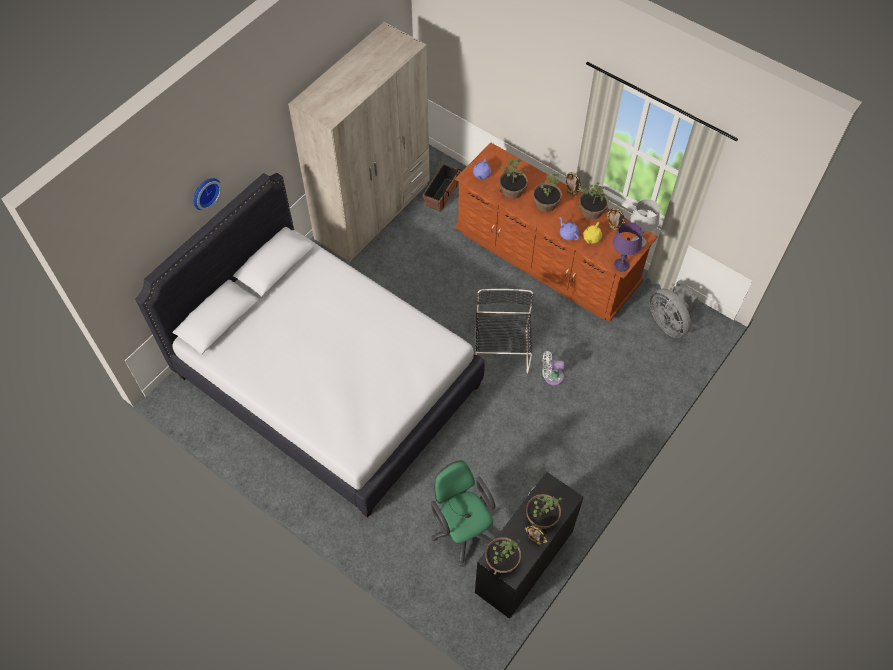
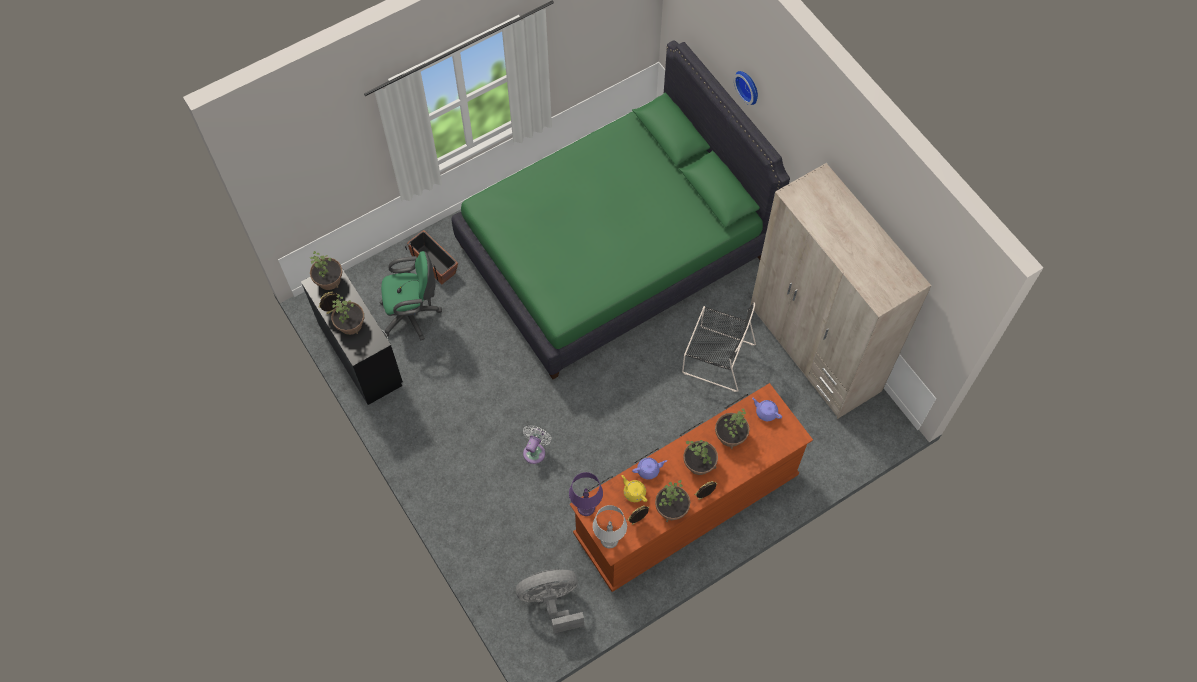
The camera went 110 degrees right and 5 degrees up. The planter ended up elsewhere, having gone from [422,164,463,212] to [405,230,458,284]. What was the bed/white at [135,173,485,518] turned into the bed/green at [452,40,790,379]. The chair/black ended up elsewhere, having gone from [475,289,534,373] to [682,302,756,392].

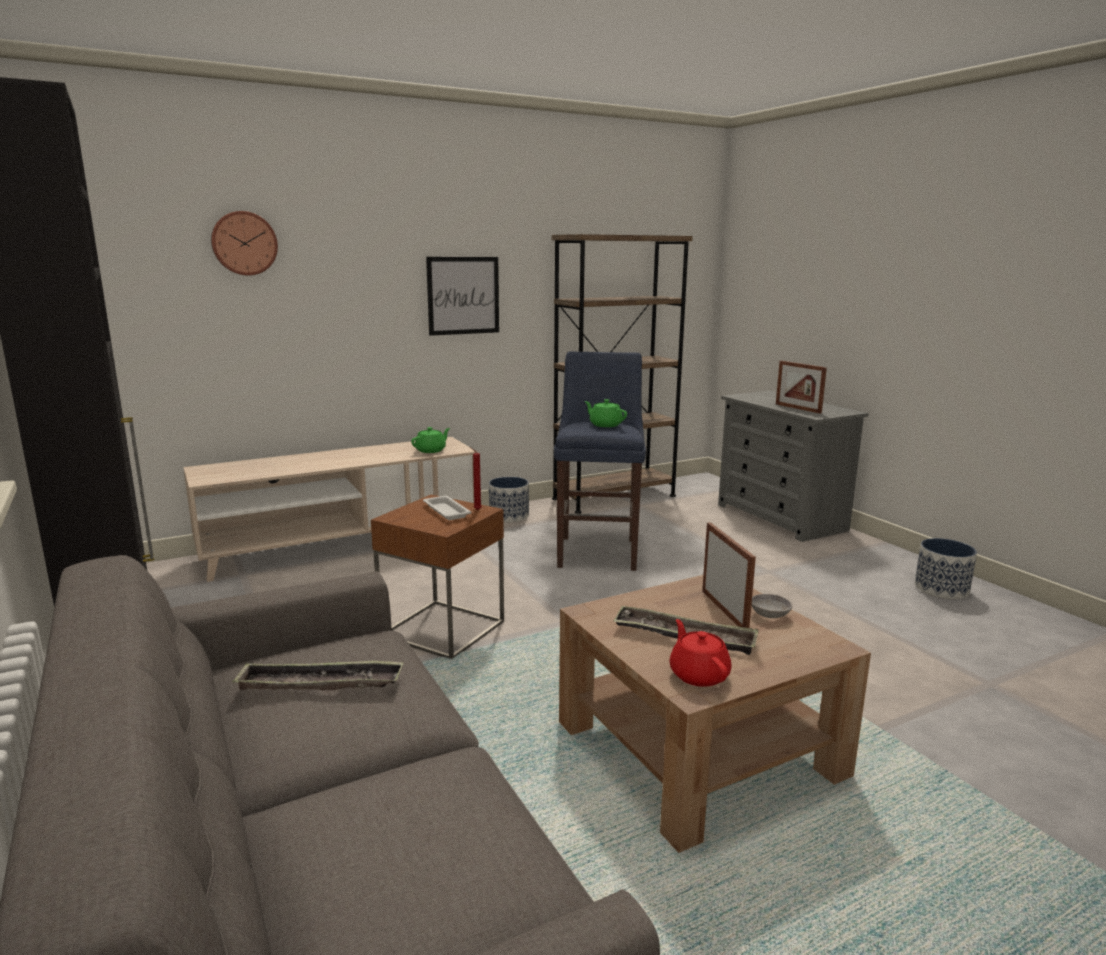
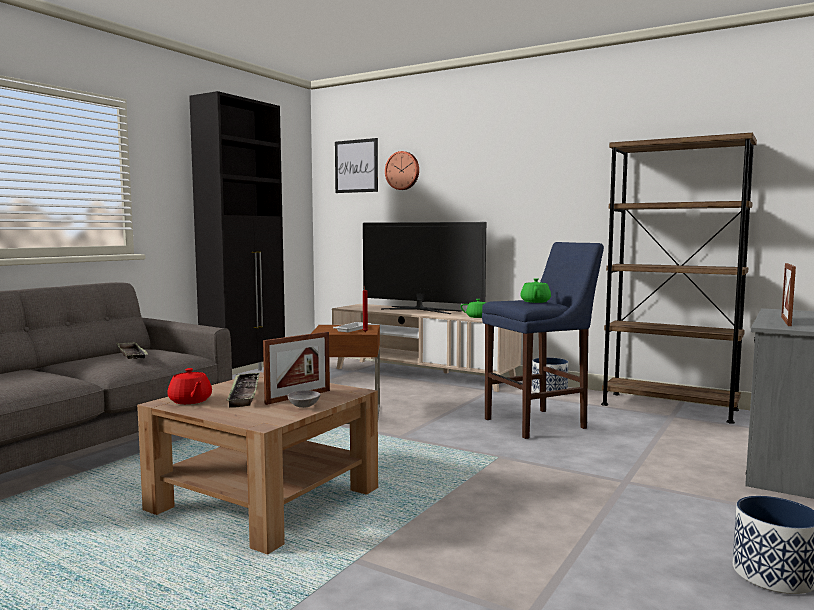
The camera went 60 degrees right and 10 degrees down. The teapot/red at [669,619,732,687] ended up facing another way, 105 degrees clockwise from before. The picture ended up elsewhere, having gone from [426,257,499,336] to [335,138,378,193]. The second view gained the television at [363,222,486,314].

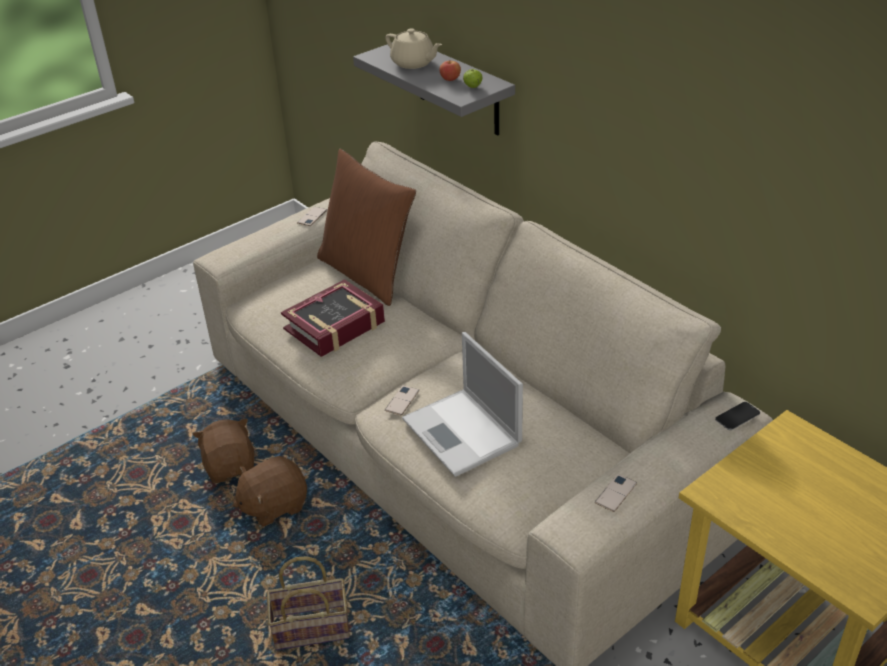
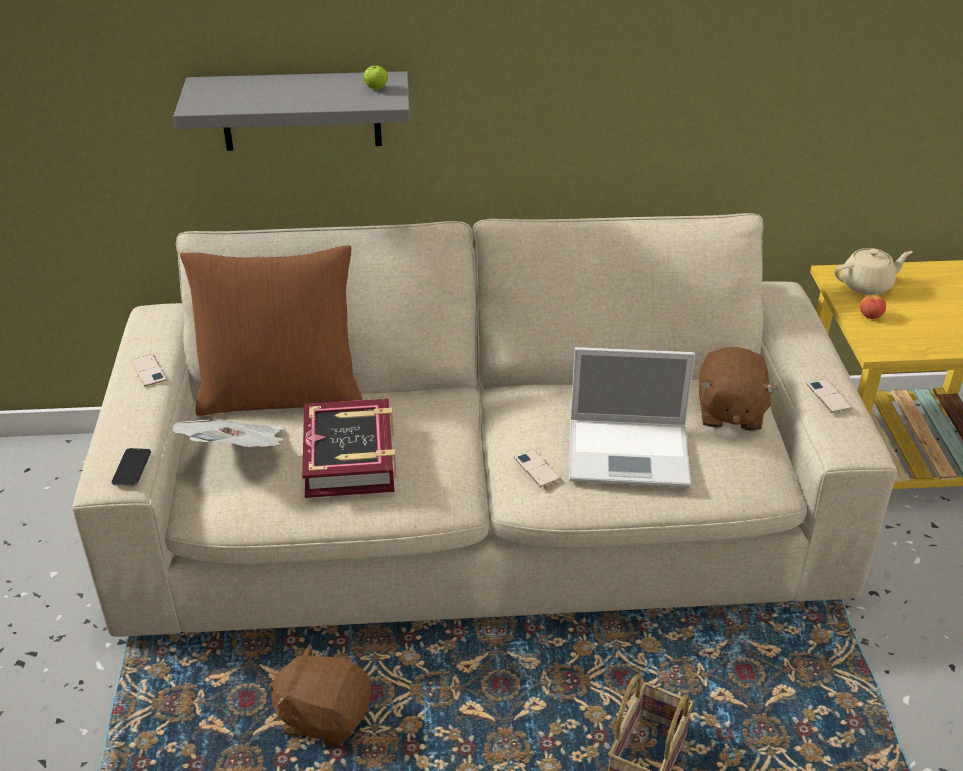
The camera went 55 degrees left and 0 degrees up. The phone ended up elsewhere, having gone from [715,402,760,430] to [112,448,151,486]. The second view gained the newspaper at [172,419,284,447]. The plush toy/brown ended up elsewhere, having gone from [233,456,307,527] to [699,347,778,431]. The teapot/beige ended up elsewhere, having gone from [385,28,442,69] to [835,248,913,295]. The apple ended up elsewhere, having gone from [439,61,461,81] to [860,295,886,319].

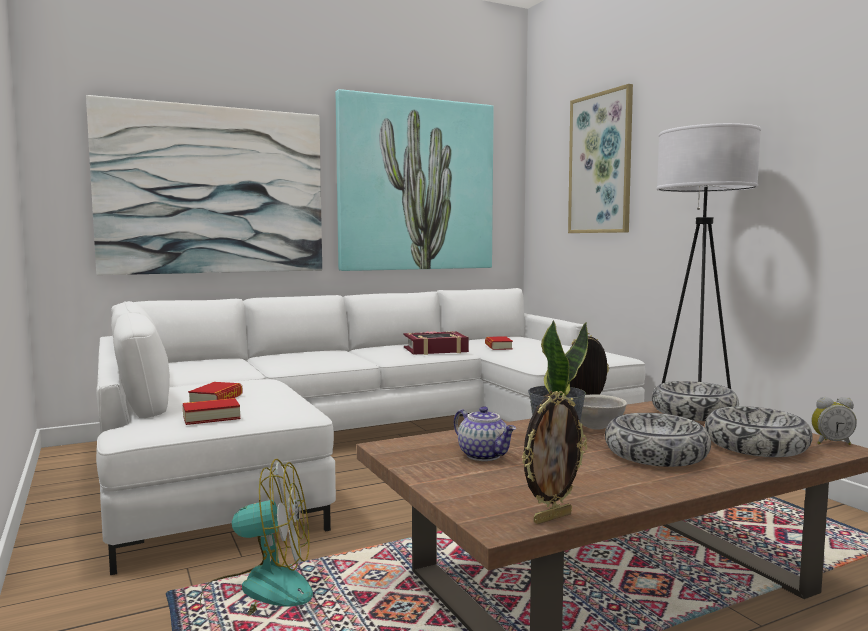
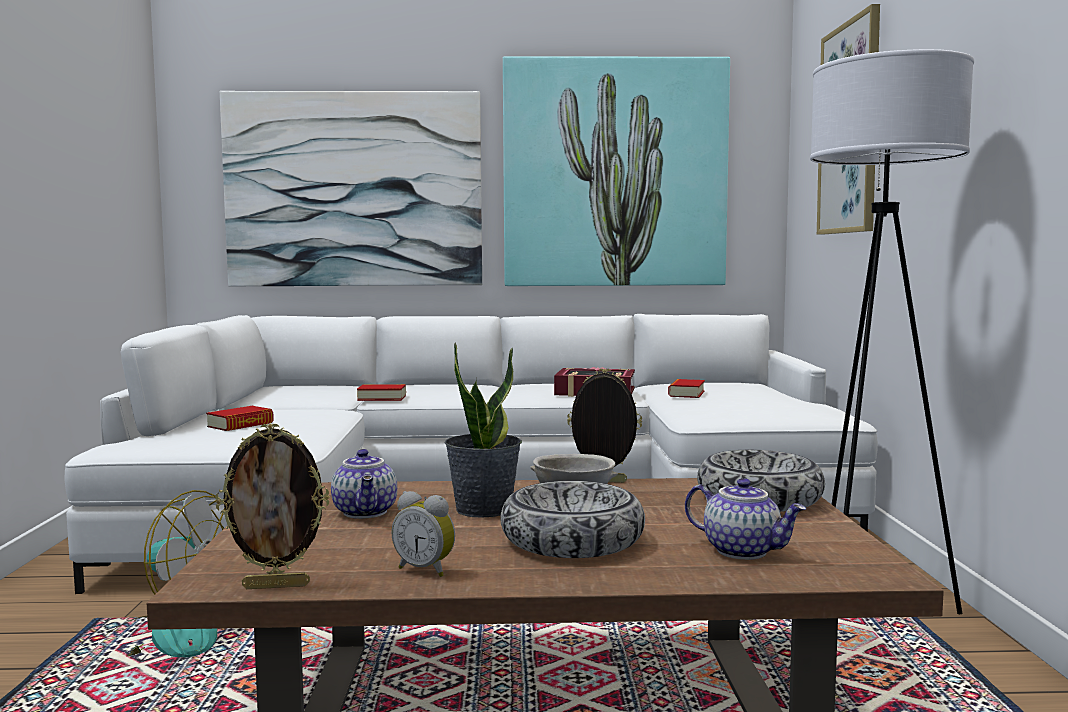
The camera went 25 degrees right and 0 degrees up. The book ended up elsewhere, having gone from [183,398,241,425] to [357,384,406,401]. The alarm clock ended up elsewhere, having gone from [811,397,857,445] to [392,491,455,577]. Where the bowl stood at [705,406,813,457], the teapot came to stand at [685,478,806,560].

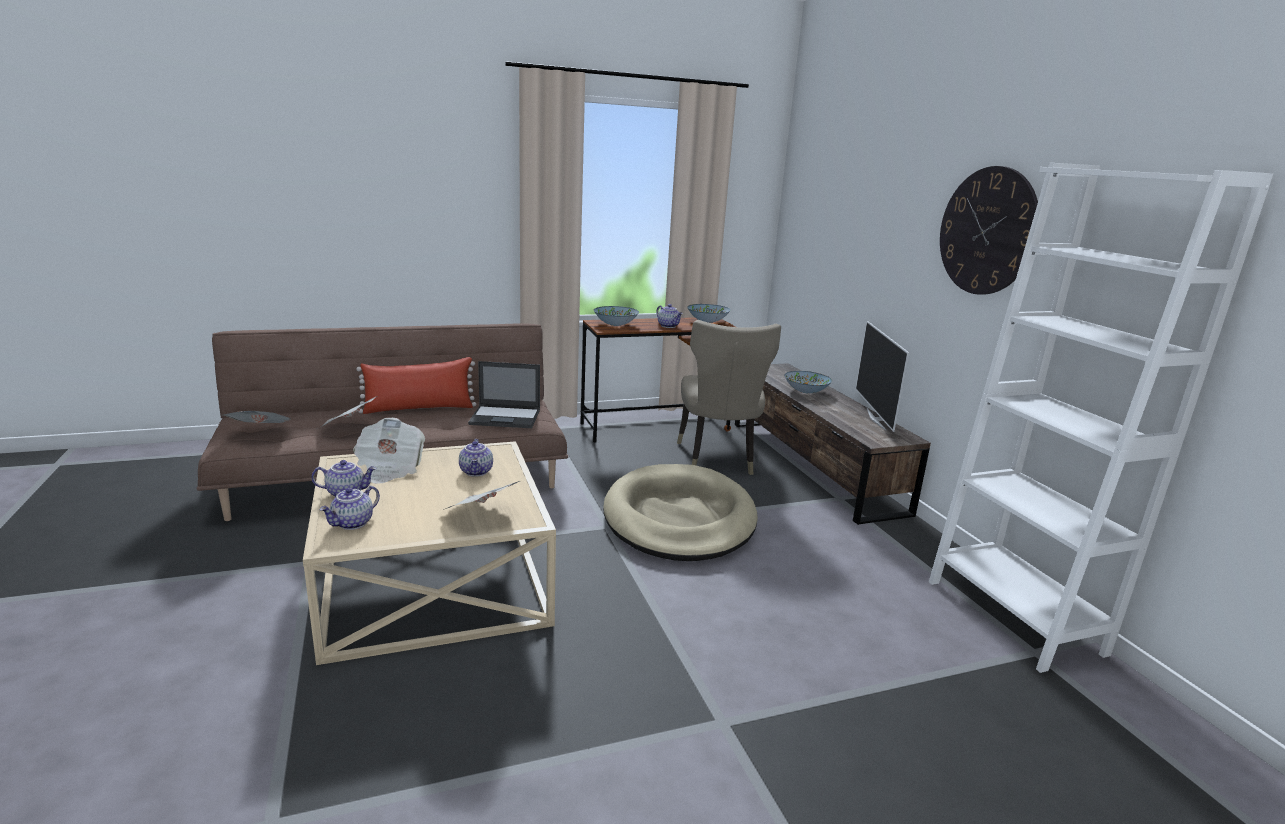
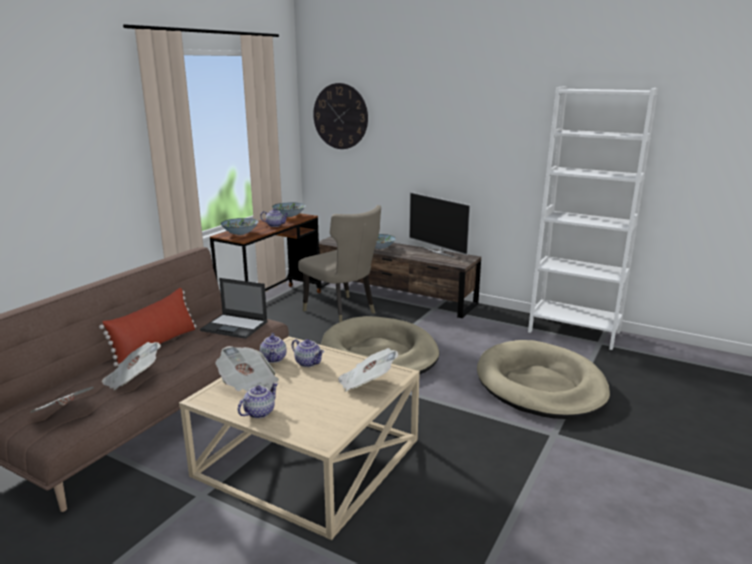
The camera went 40 degrees left and 0 degrees up. The laptop at [468,361,540,428] ended up facing another way, 60 degrees clockwise from before. The teapot ended up elsewhere, having gone from [319,486,380,530] to [260,333,287,363]. The wall clock ended up elsewhere, having gone from [940,166,1038,295] to [313,83,368,149]. The second view gained the dog bed/beige at [477,340,610,419].

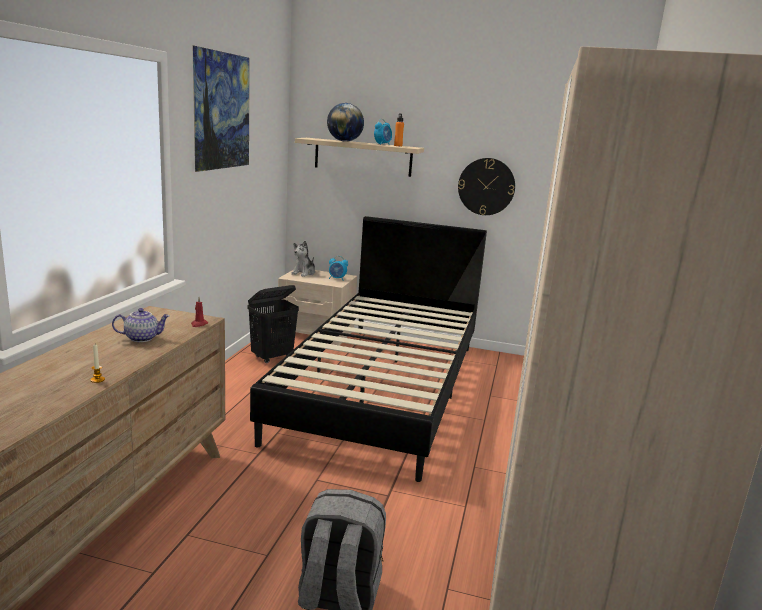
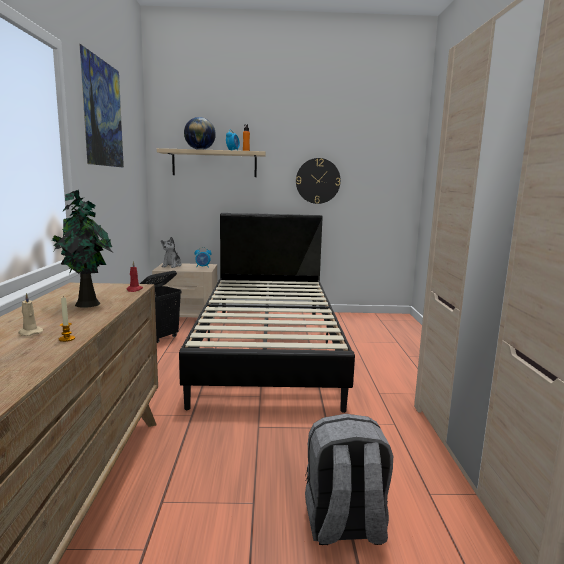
The camera went 15 degrees left and 5 degrees down. The second view gained the candle/beige at [18,293,43,336]. Where the teapot stood at [112,308,170,342], the potted plant came to stand at [52,190,112,308].

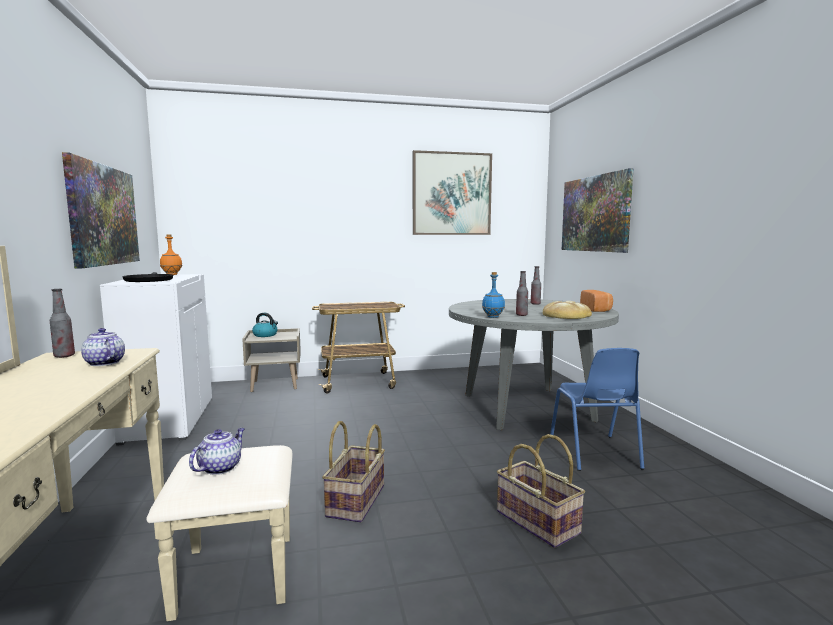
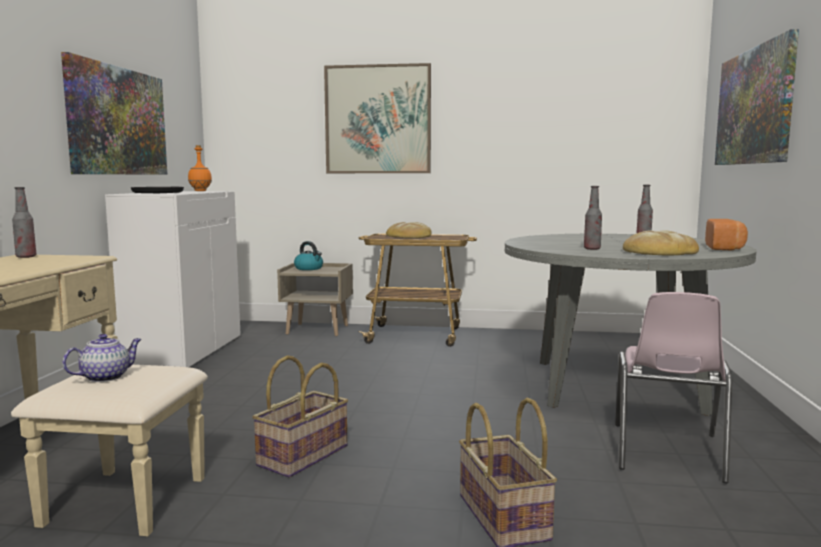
The camera went 20 degrees right and 0 degrees up. The picture ended up elsewhere, having gone from [413,150,492,235] to [324,63,431,173]. The second view gained the bread at [386,222,432,238]. What was the chair/blue at [550,348,644,471] turned into the chair/pink at [615,292,732,483]. The second view lost the teapot at [81,328,125,366]. The second view lost the bottle/blue at [482,272,505,318].

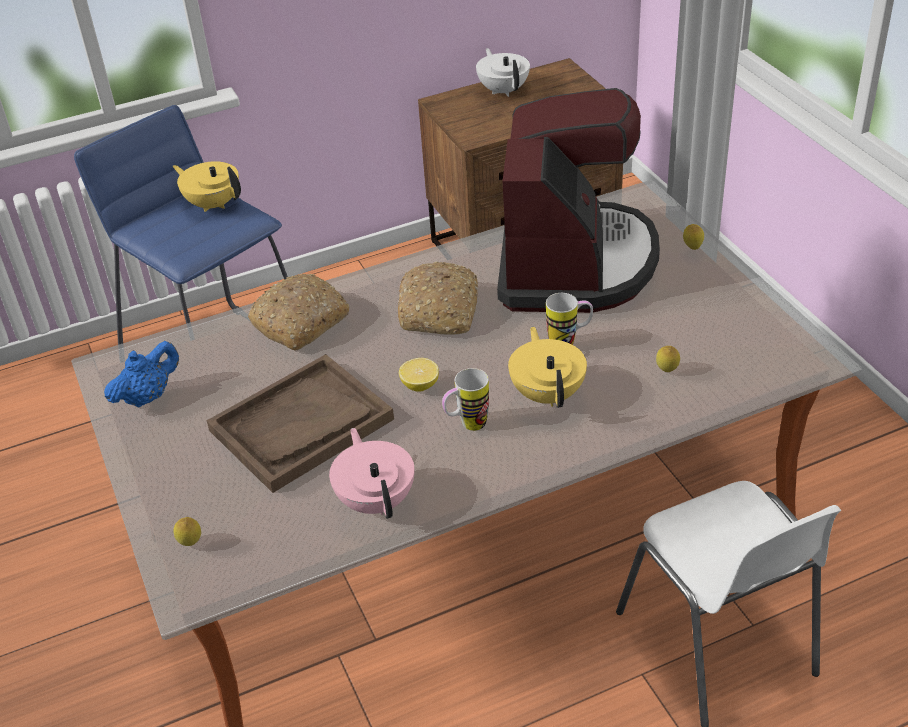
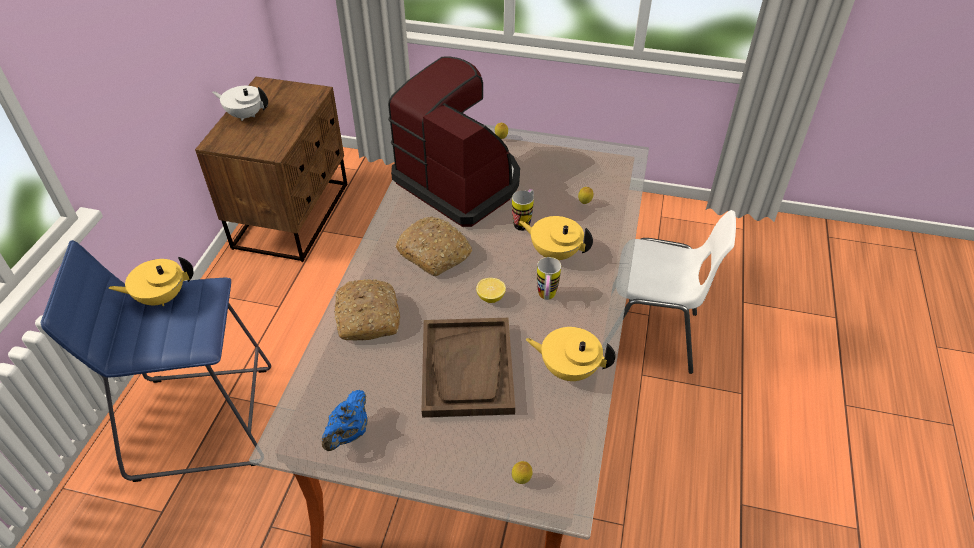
The camera went 55 degrees left and 5 degrees up. The teapot/blue at [104,341,179,408] ended up facing another way, 150 degrees counterclockwise from before. What was the teapot/pink at [329,428,415,519] turned into the teapot/yellow at [526,327,616,381].

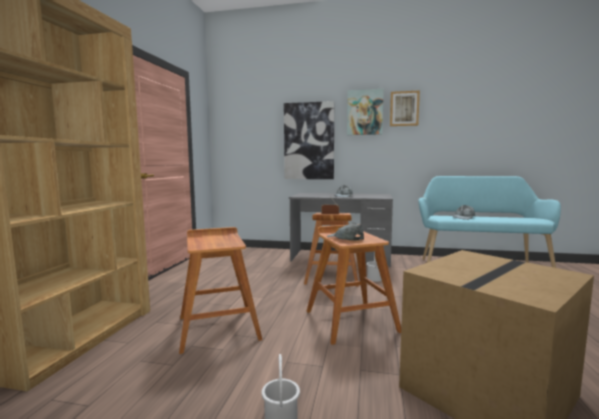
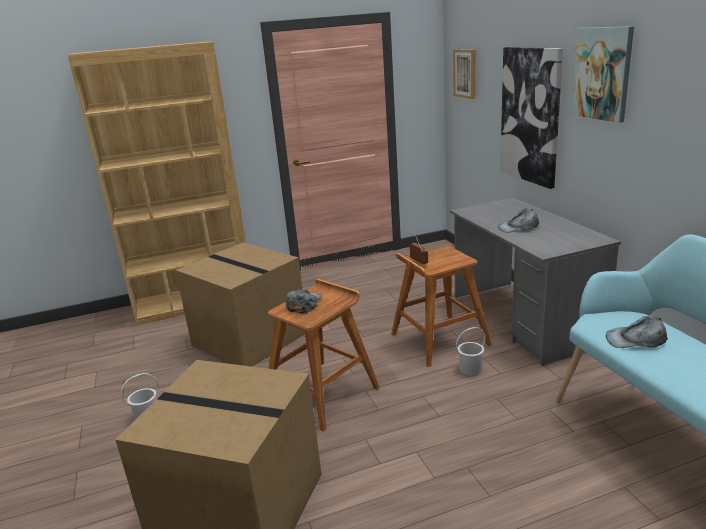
The camera went 60 degrees right and 15 degrees up. Where the stool/brown stood at [179,227,262,354], the cardboard box came to stand at [175,243,305,367]. The picture ended up elsewhere, having gone from [390,90,420,126] to [453,49,476,99].

